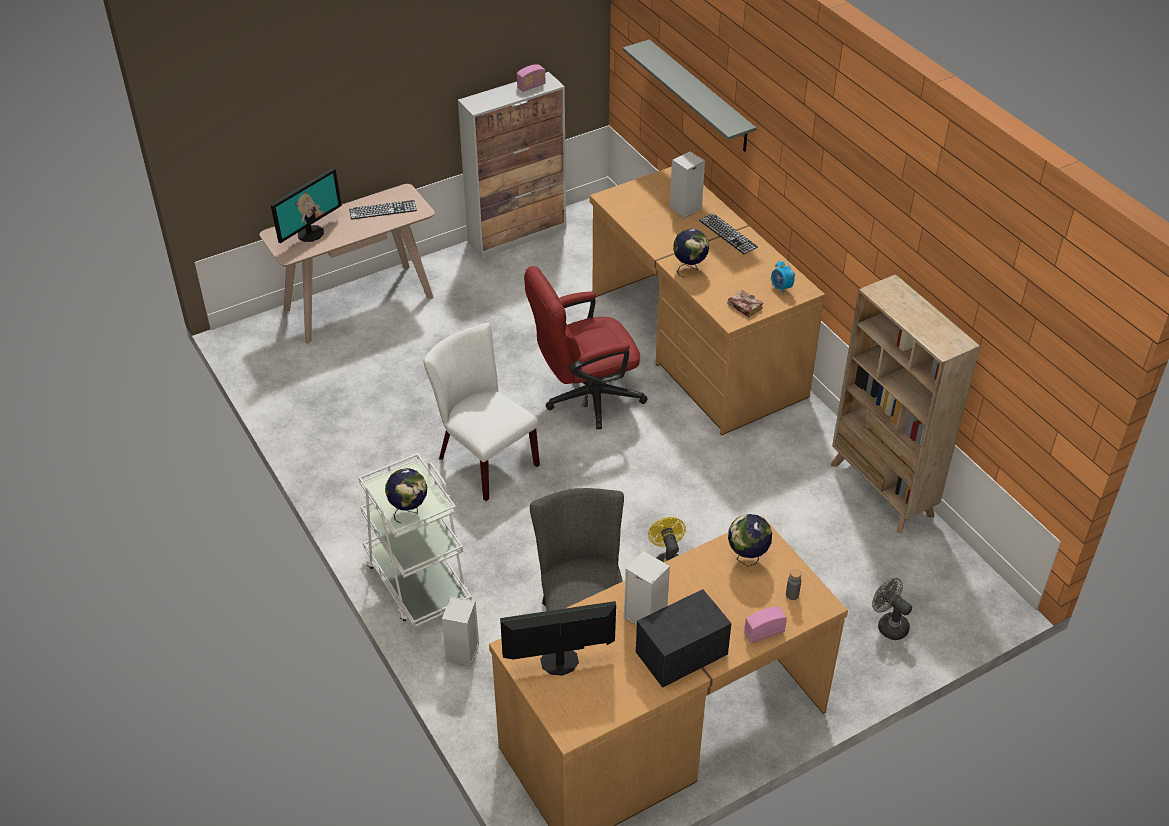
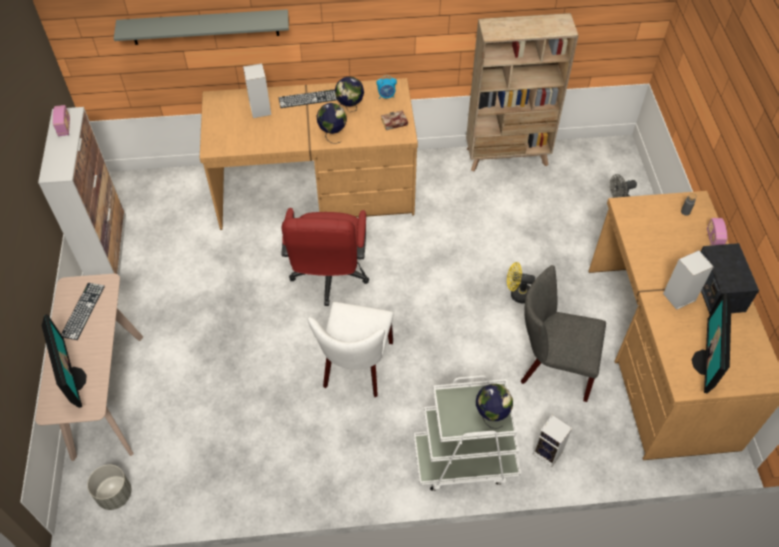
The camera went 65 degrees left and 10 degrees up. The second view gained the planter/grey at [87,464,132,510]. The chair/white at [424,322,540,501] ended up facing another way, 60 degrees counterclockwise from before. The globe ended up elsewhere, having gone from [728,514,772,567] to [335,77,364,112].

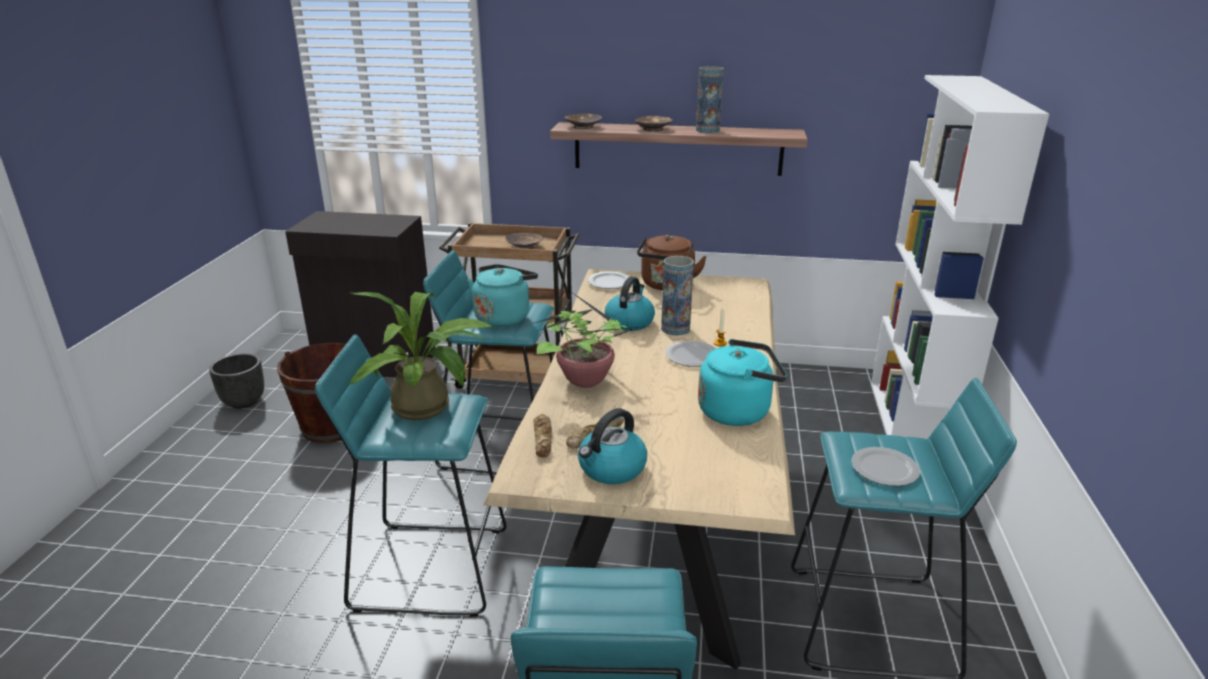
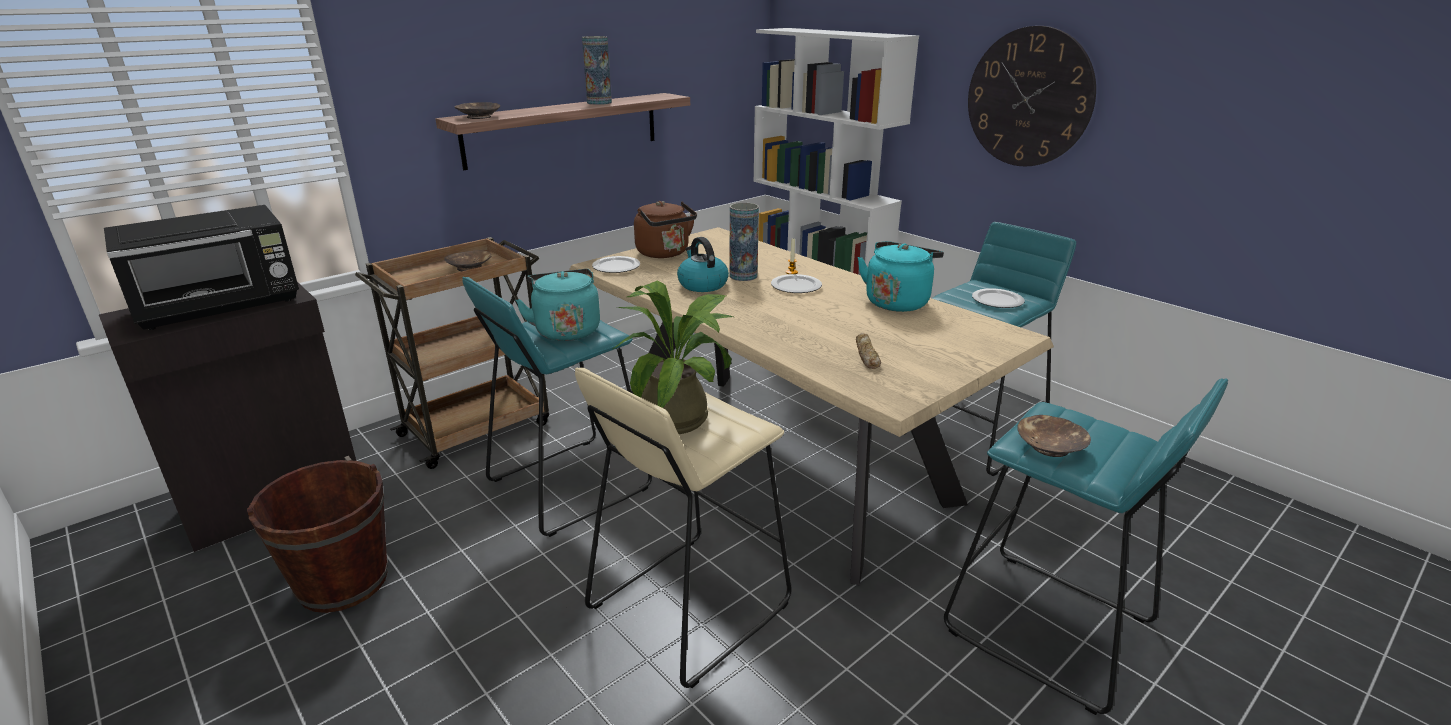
The camera went 50 degrees left and 0 degrees up. The second view gained the microwave/black at [104,205,299,330]. What was the stool/turquoise at [315,334,507,617] turned into the stool/beige at [575,367,791,688]. The second view gained the wall clock at [968,26,1096,166]. The bowl/brown ended up elsewhere, having gone from [634,116,673,132] to [1018,415,1091,457]. The second view lost the planter/black at [209,353,264,409]. The second view lost the potted plant at [532,291,650,388]. The second view lost the bread at [534,414,552,458]. The second view lost the kettle at [578,408,647,484].

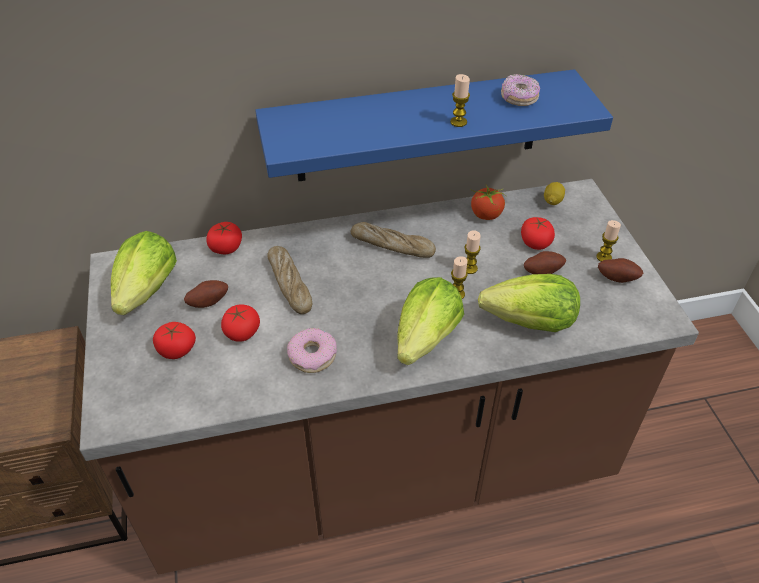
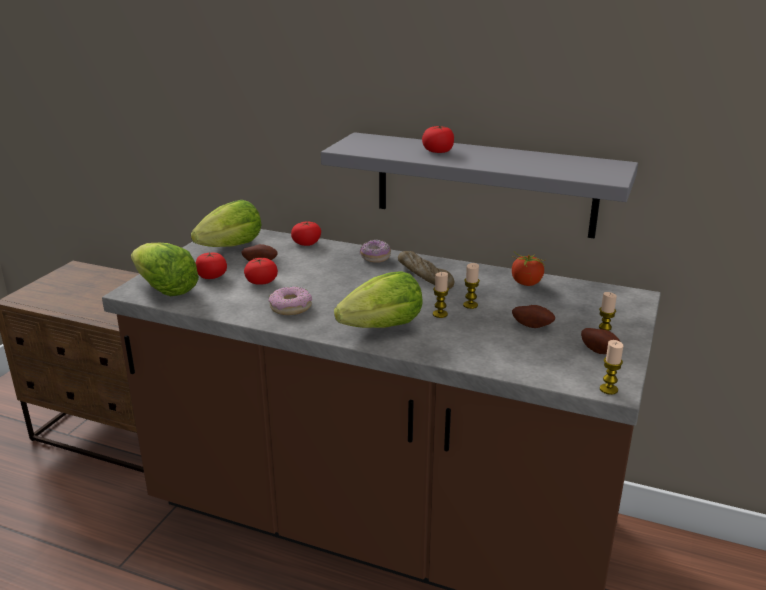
The camera went 35 degrees right and 20 degrees down. The lettuce ended up elsewhere, having gone from [478,274,580,332] to [131,243,199,296]. What was the shelf/blue at [255,69,613,181] turned into the shelf/grey at [321,132,638,239]. The donut ended up elsewhere, having gone from [501,74,540,106] to [360,240,391,263]. The tomato ended up elsewhere, having gone from [521,217,555,250] to [422,126,454,153]. The candle ended up elsewhere, having gone from [450,74,470,127] to [600,340,623,395]. The second view lost the bread at [267,246,312,314]. The second view lost the lemon at [544,182,565,205].

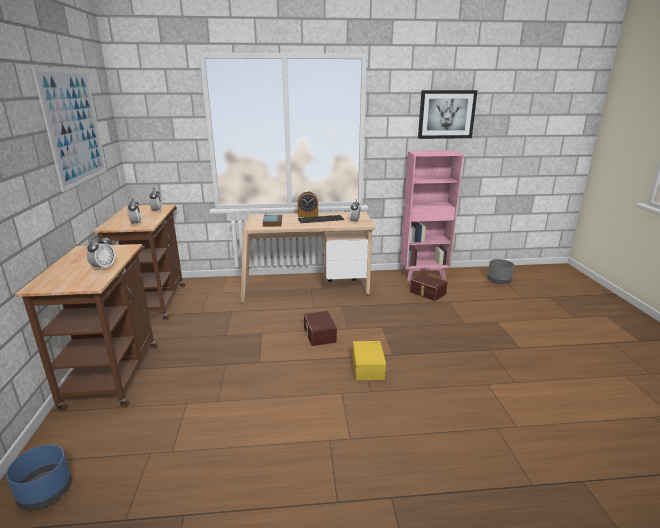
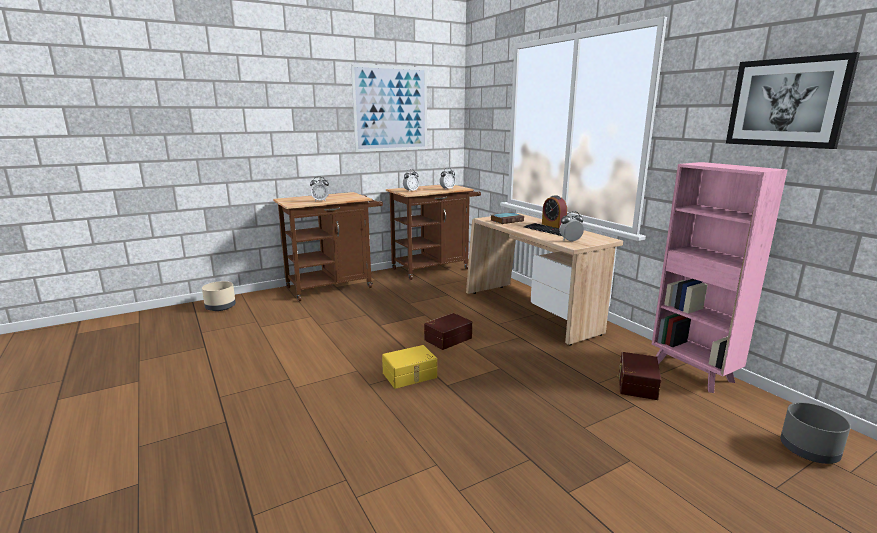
The camera went 65 degrees right and 5 degrees down. What was the planter/blue at [6,444,72,510] turned into the planter/beige at [202,281,236,311].

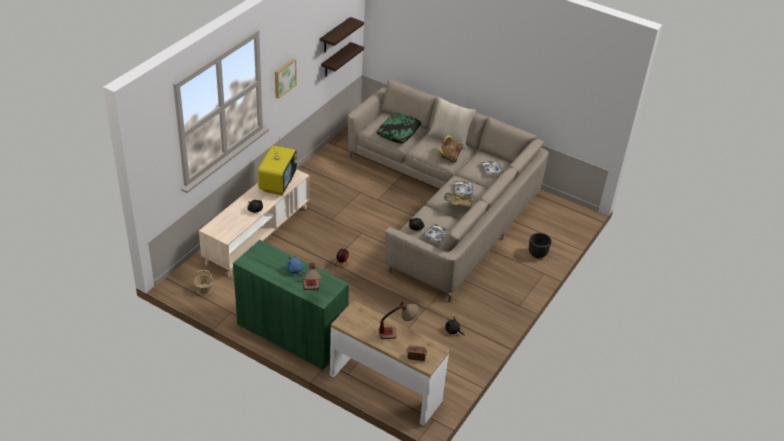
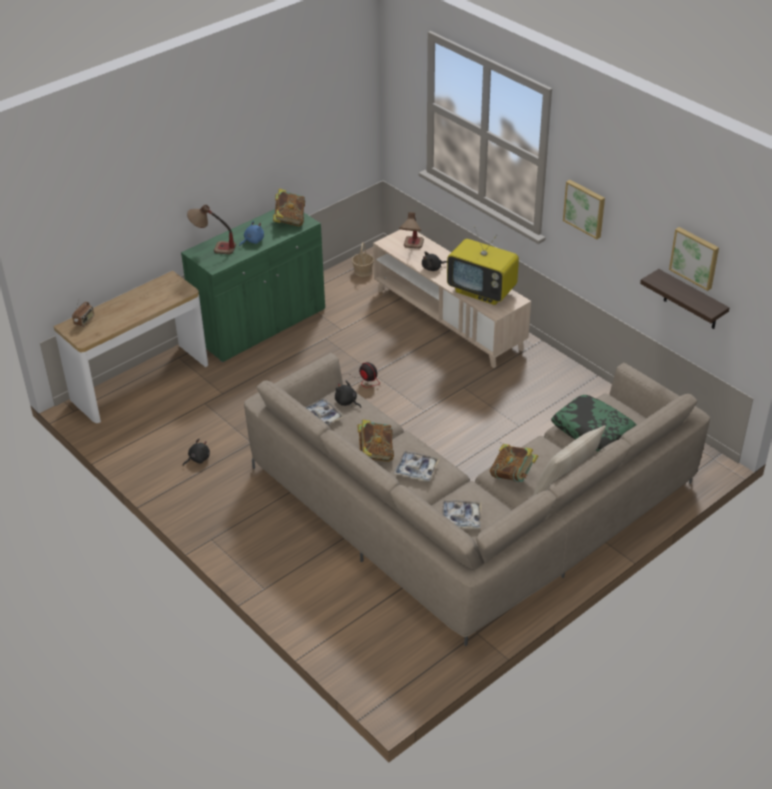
The camera went 110 degrees right and 0 degrees up. The second view gained the book at [273,189,305,226]. The table lamp ended up elsewhere, having gone from [379,302,419,339] to [399,212,424,249]. Where the shelf hung at [320,17,364,52], the picture came to hang at [669,227,719,291]. The second view lost the planter/black at [529,233,551,258].

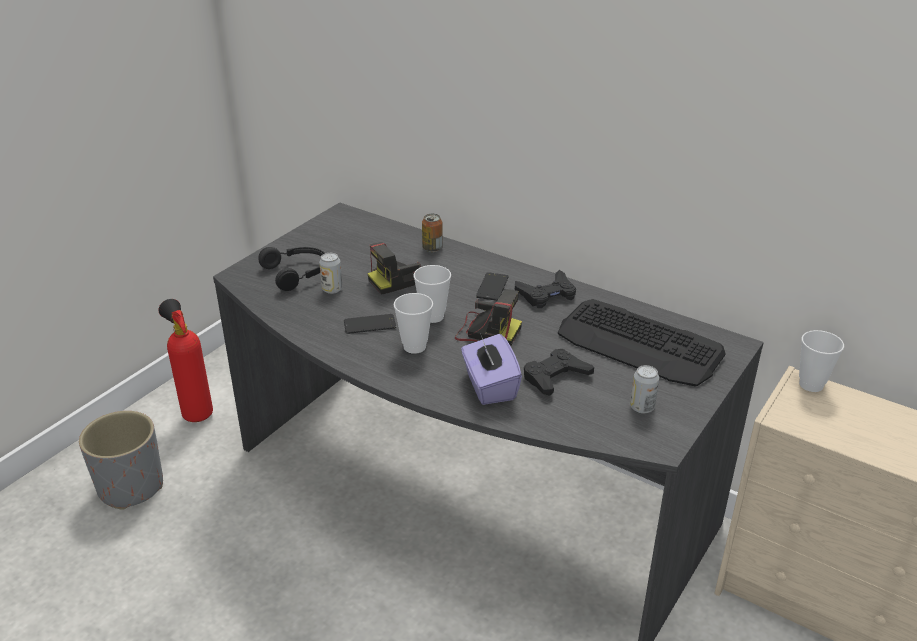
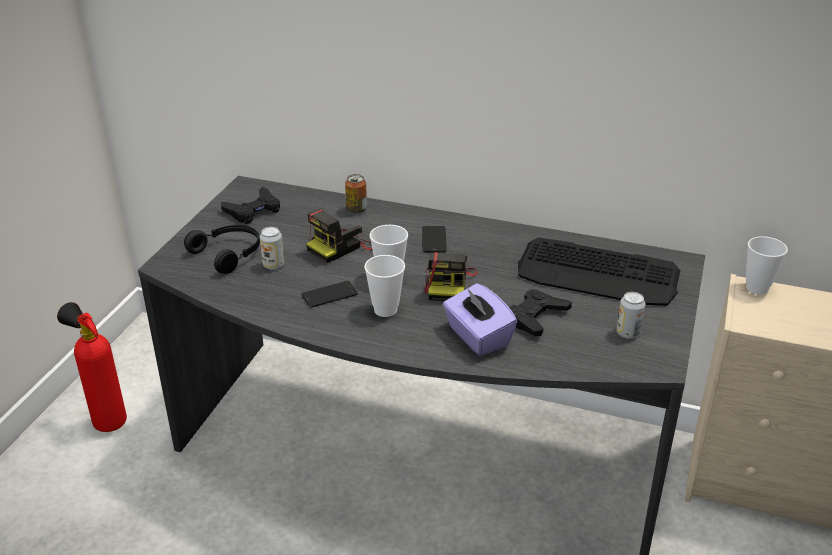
The camera went 15 degrees left and 0 degrees up. The game controller/black ended up elsewhere, having gone from [515,270,576,308] to [221,187,280,224]. The photo camera at [455,289,522,346] ended up facing another way, 90 degrees clockwise from before. The second view lost the planter/grey at [79,411,163,510].

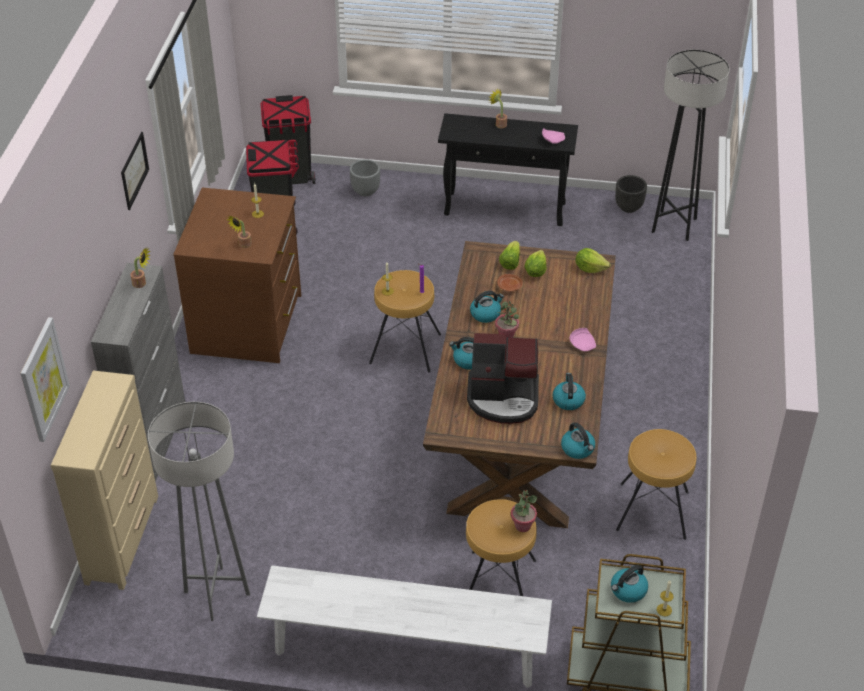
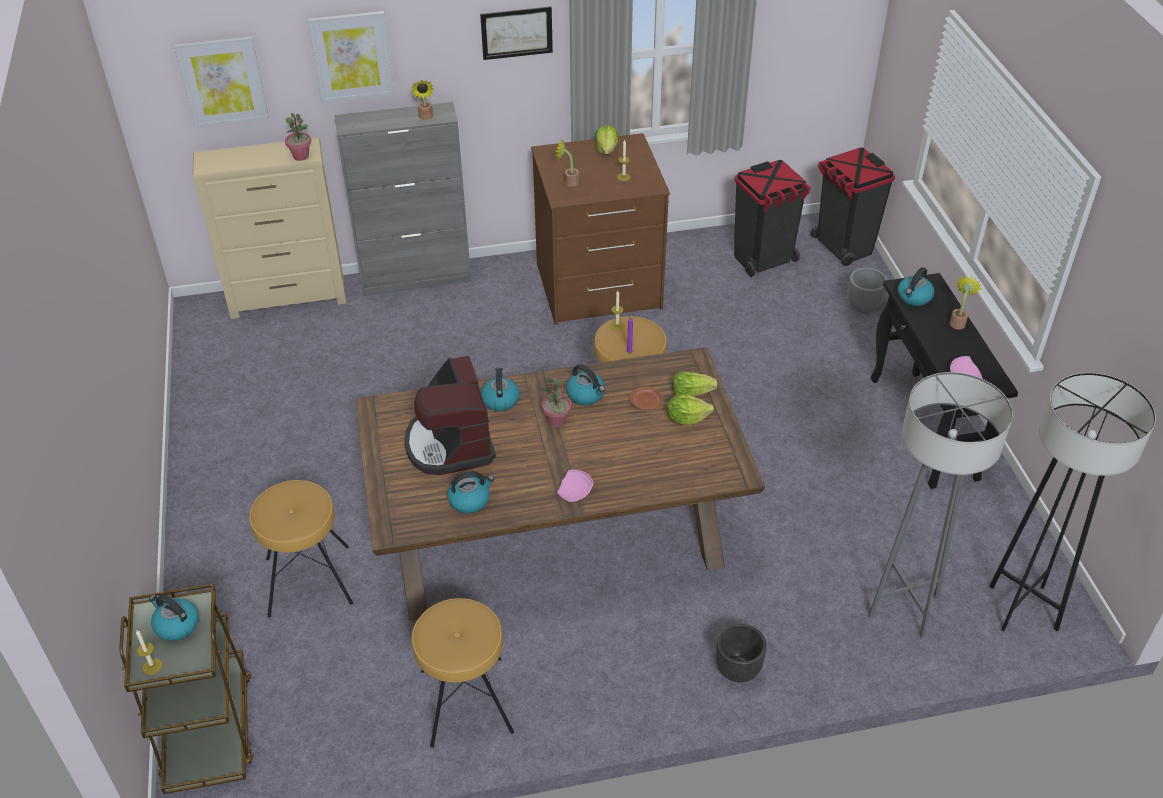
The camera went 70 degrees right and 0 degrees up. The potted plant ended up elsewhere, having gone from [511,490,537,532] to [285,113,311,161]. The second view gained the picture at [307,11,394,103]. The lettuce ended up elsewhere, having gone from [575,248,611,273] to [595,125,619,155]. The planter/black ended up elsewhere, having gone from [615,175,647,213] to [716,623,767,682]. The floor lamp/grey ended up elsewhere, having gone from [148,402,250,621] to [868,372,1013,638]. The kettle ended up elsewhere, having gone from [561,422,595,459] to [898,267,934,306]. The second view lost the bench/white at [257,565,552,688].

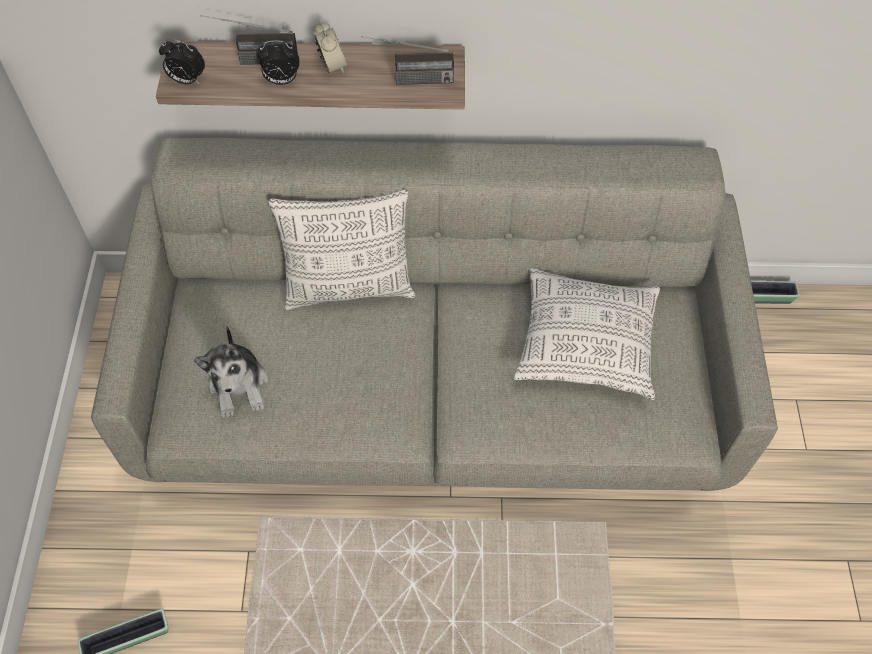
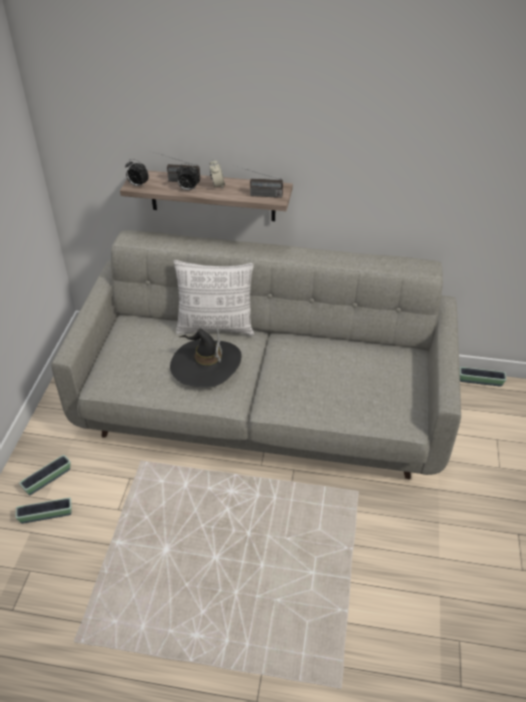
The camera went 10 degrees right and 15 degrees down. The second view gained the planter at [19,455,71,496]. The second view gained the hat/black at [170,329,242,388]. The second view lost the plush toy at [194,326,268,418]. The second view lost the pillow at [514,268,660,400].

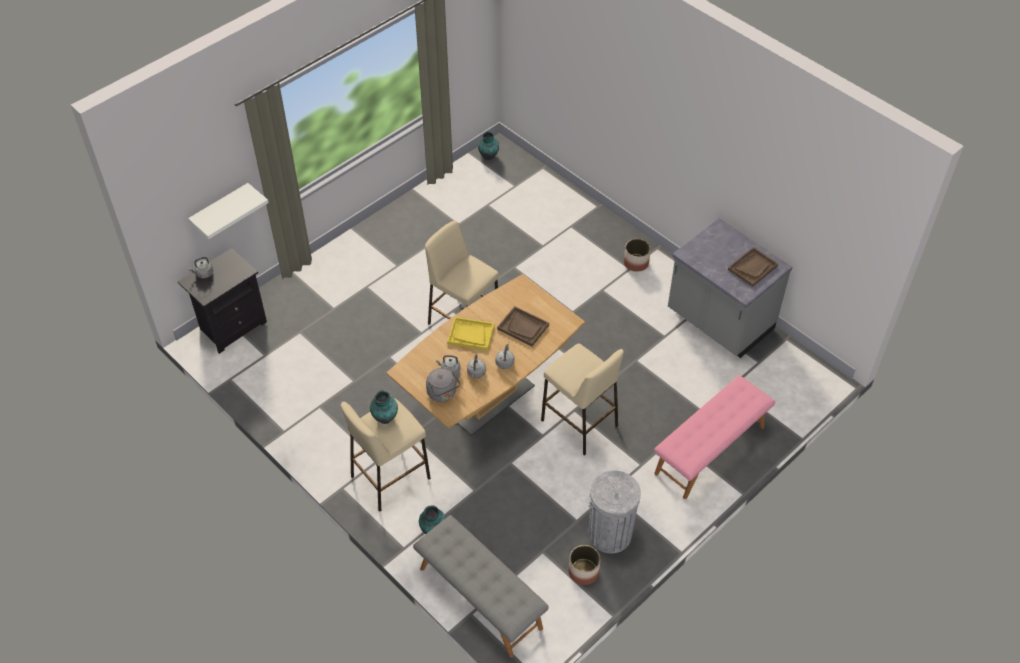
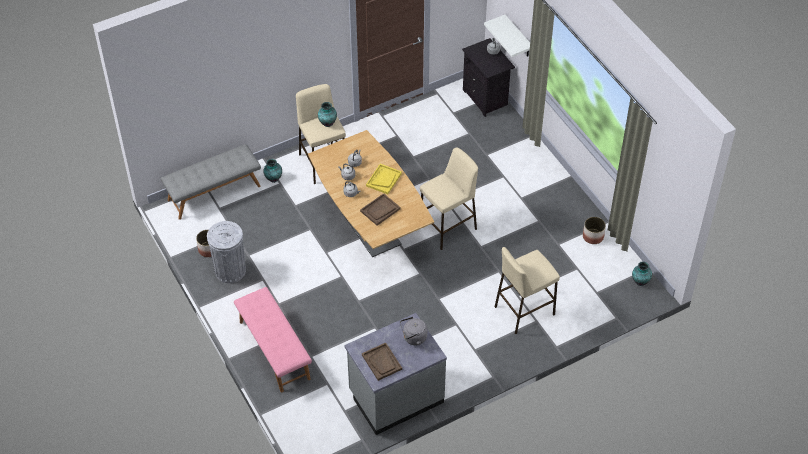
The camera went 105 degrees right and 0 degrees up. The kettle/grey ended up elsewhere, having gone from [426,368,460,402] to [400,317,427,345]. The stool/beige ended up elsewhere, having gone from [541,343,624,456] to [495,247,560,334]. The planter ended up elsewhere, having gone from [624,239,651,272] to [583,217,606,244].

